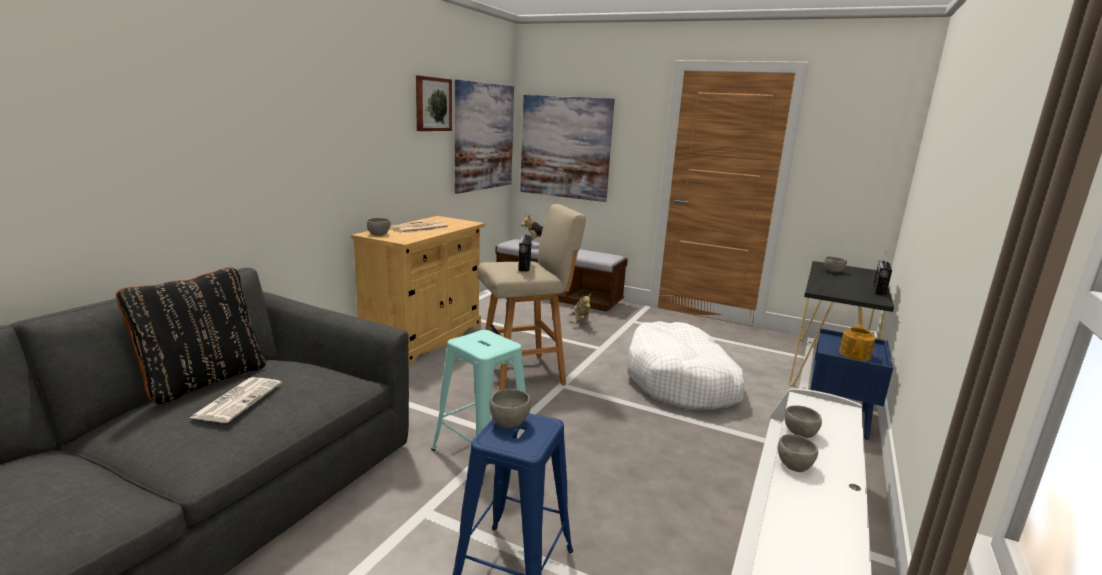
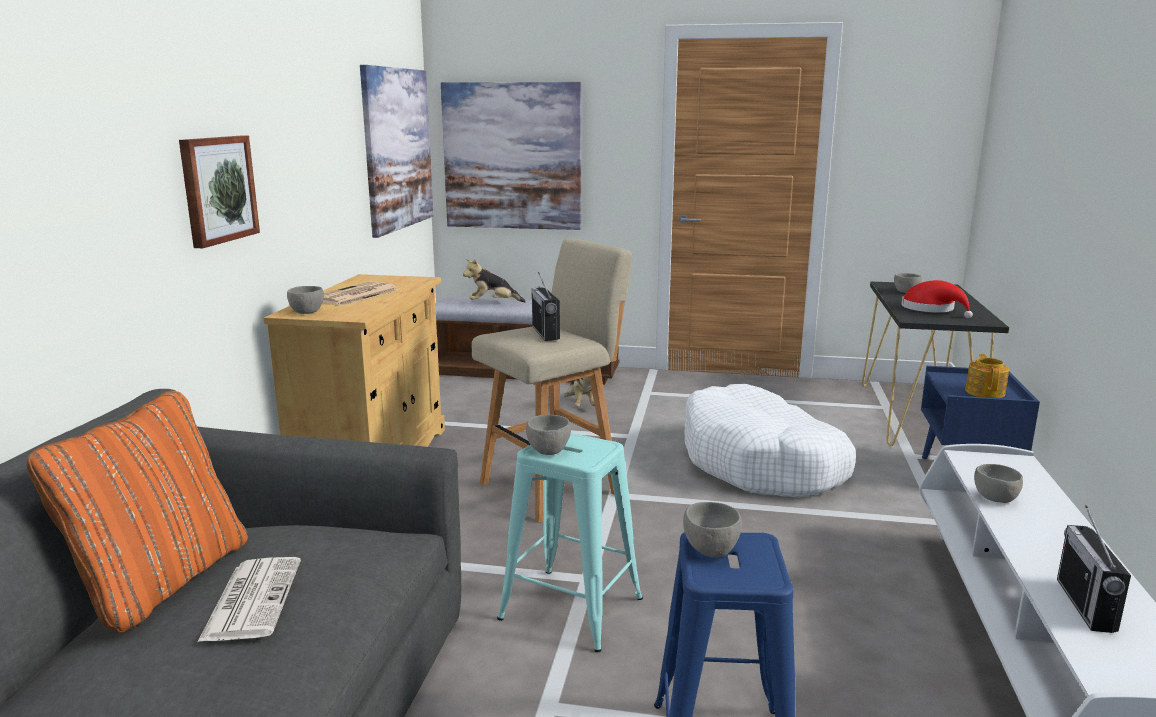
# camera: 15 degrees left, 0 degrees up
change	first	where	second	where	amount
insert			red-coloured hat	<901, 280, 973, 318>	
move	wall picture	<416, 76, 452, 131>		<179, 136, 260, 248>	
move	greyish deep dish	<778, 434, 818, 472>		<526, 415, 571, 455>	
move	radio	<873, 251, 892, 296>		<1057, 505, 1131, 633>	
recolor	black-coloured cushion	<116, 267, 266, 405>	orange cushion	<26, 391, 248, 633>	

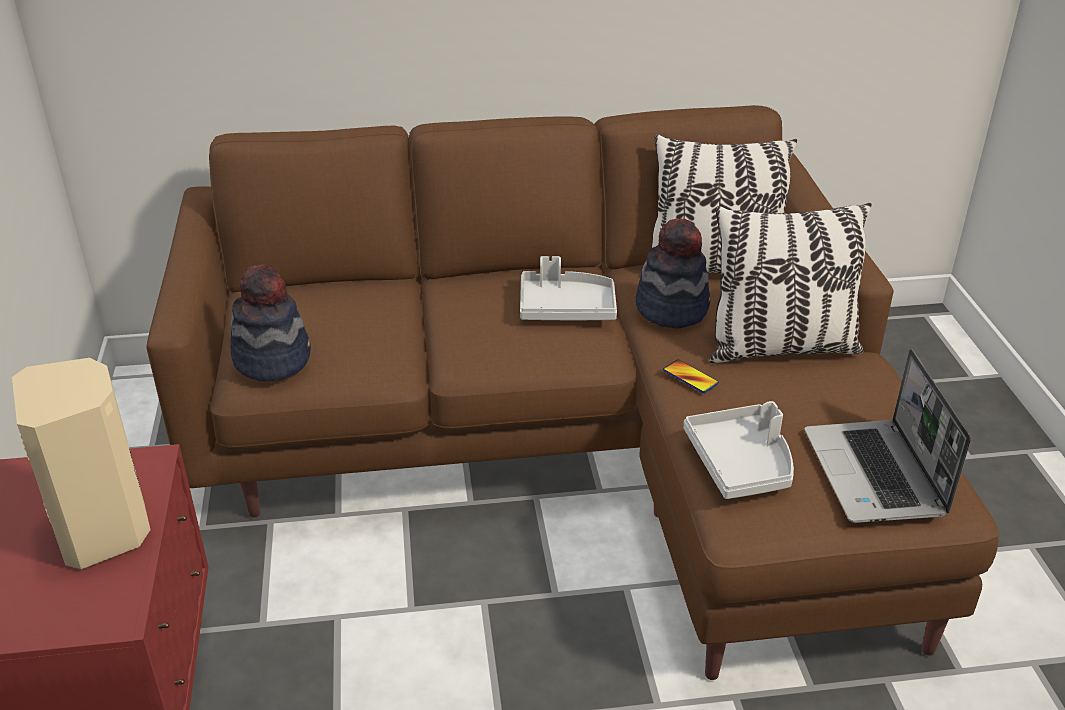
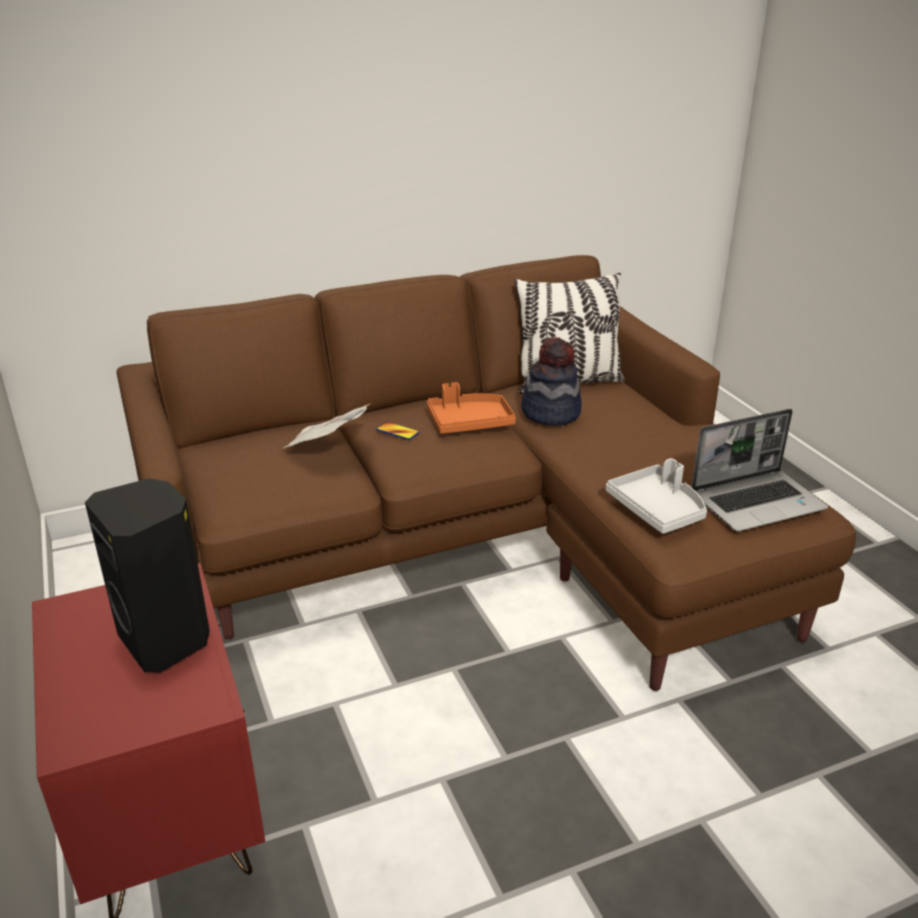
# camera: 15 degrees left, 5 degrees down
change	first	where	second	where	amount
delete	hat	<230, 265, 311, 381>			
delete	cushion	<709, 203, 871, 363>			
insert			printed paper	<283, 403, 372, 448>	
move	phone	<663, 359, 719, 393>		<376, 421, 420, 440>	
recolor	sand-coloured audio speaker	<12, 358, 151, 569>	black-coloured audio speaker	<85, 478, 210, 672>	
recolor	greyish tray	<520, 256, 617, 320>	orange tray	<427, 382, 516, 434>	
rotate	laptop	<804, 349, 971, 523>		<691, 409, 828, 532>	90 degrees counterclockwise

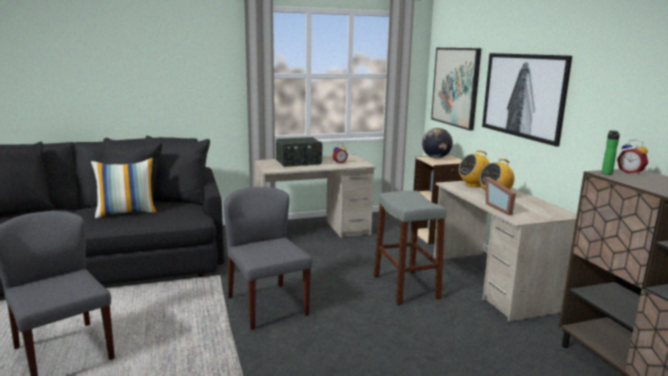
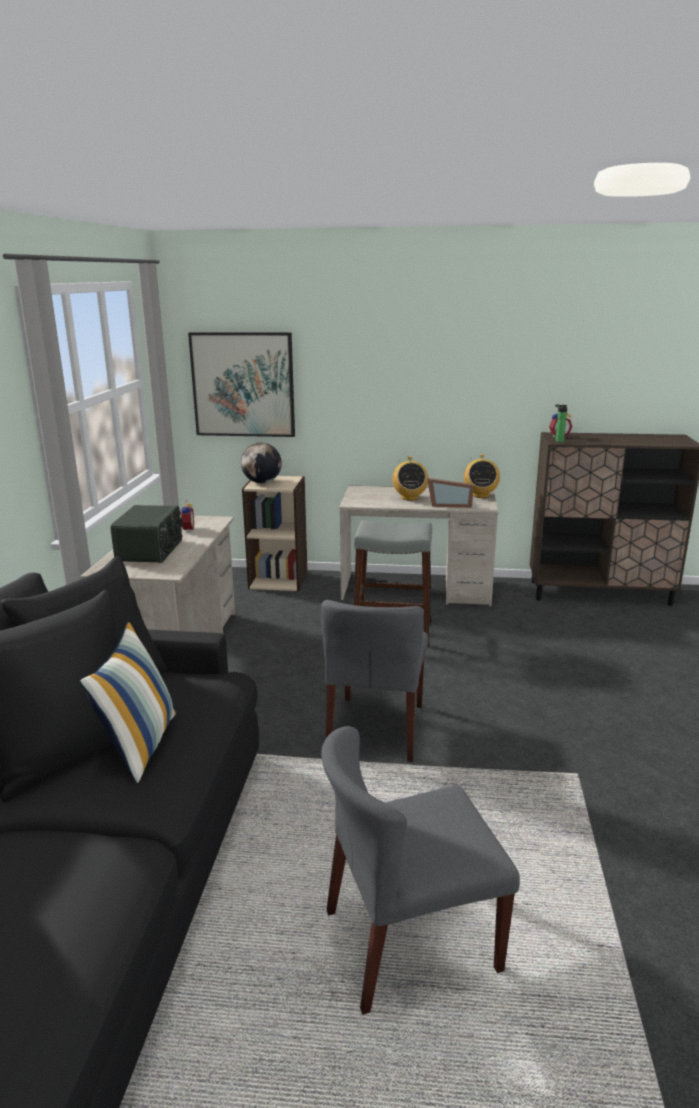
# camera: 65 degrees left, 5 degrees up
change	first	where	second	where	amount
delete	wall picture	<482, 53, 572, 147>			
move	radio	<459, 150, 490, 187>		<464, 454, 500, 498>	
rotate	greyish plain chair	<224, 187, 312, 330>		<321, 600, 428, 762>	75 degrees counterclockwise

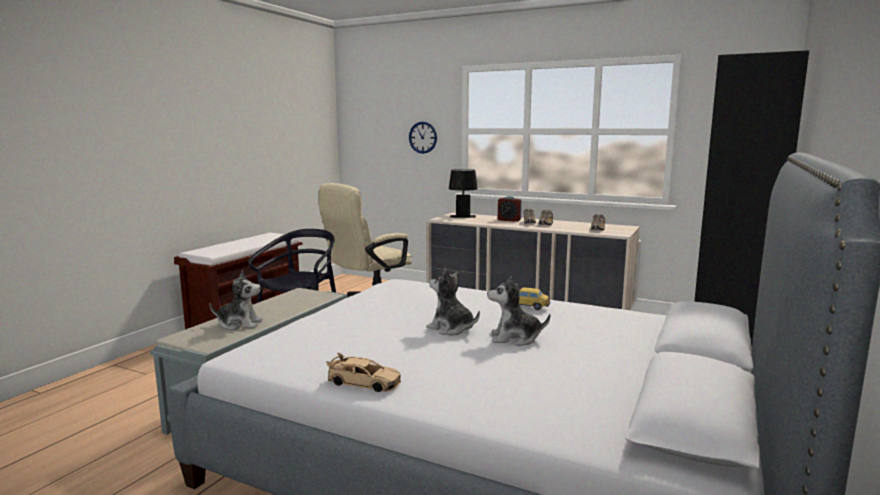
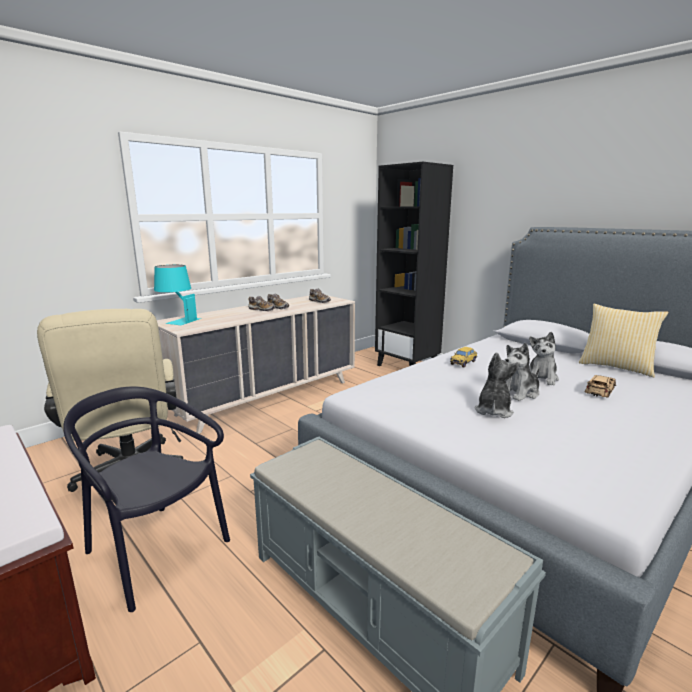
# camera: 70 degrees left, 5 degrees up
change	first	where	second	where	amount
delete	clock on the wall	<409, 121, 437, 154>			
delete	alarm clock	<498, 196, 522, 222>			
insert			cushion	<579, 304, 669, 377>	
move	plush toy	<210, 270, 263, 330>		<475, 352, 520, 418>	
move	sand-coloured miniature car	<326, 353, 401, 392>		<584, 375, 616, 398>	
recolor	black-coloured table lamp	<449, 169, 478, 218>	turquoise-coloured table lamp	<154, 265, 201, 325>	

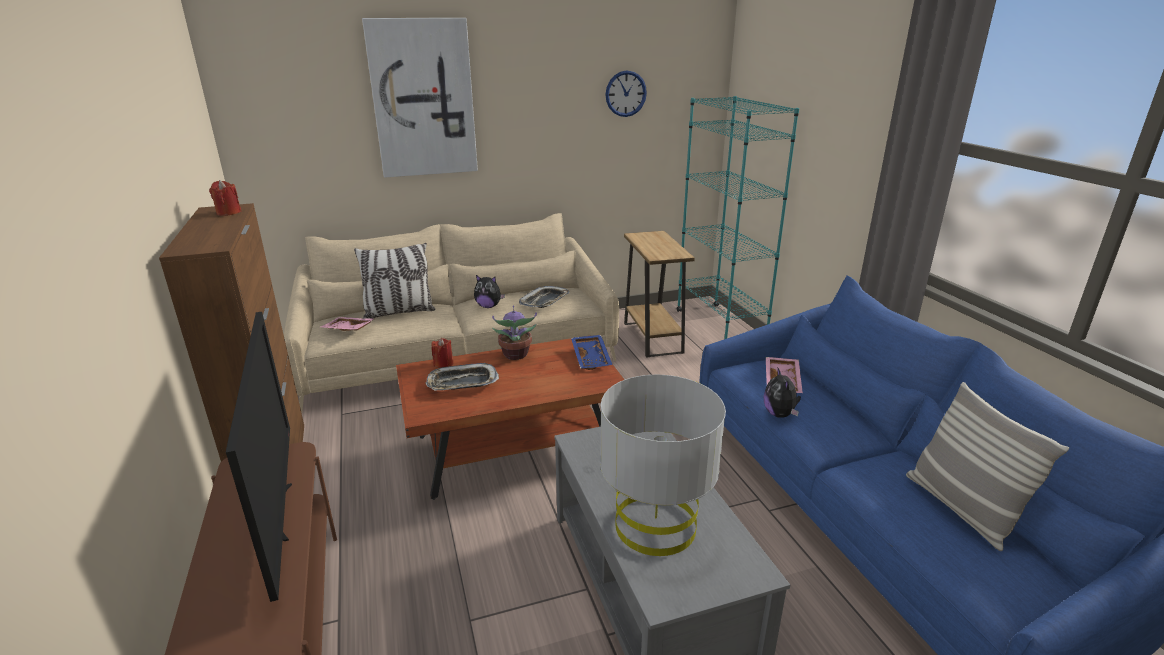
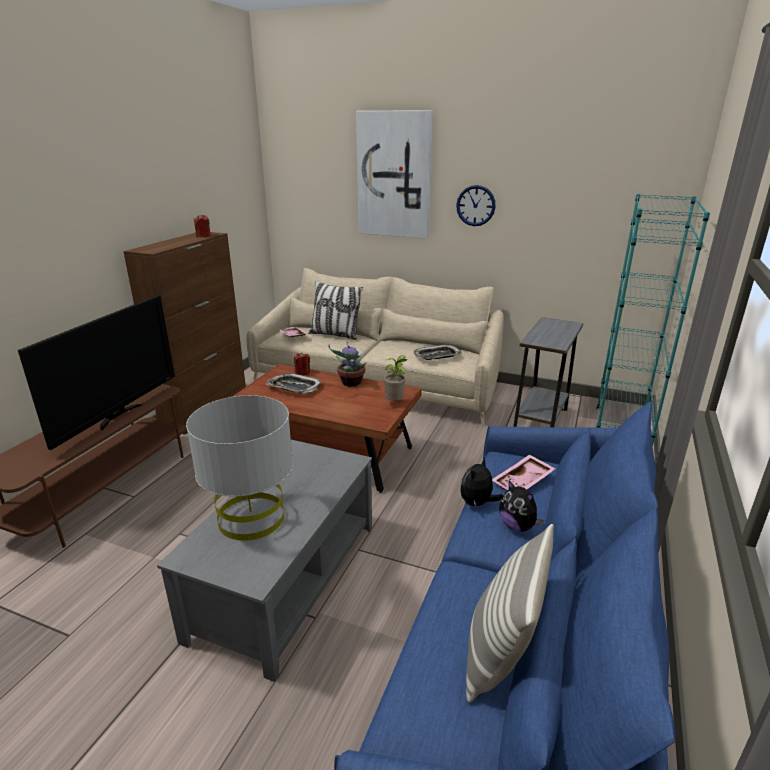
# camera: 40 degrees right, 0 degrees up
change	first	where	second	where	amount
move	plush toy	<474, 275, 505, 308>		<499, 480, 544, 532>	
move	clock on the wall	<605, 70, 647, 117>		<456, 185, 496, 226>	
replace	bluish tray	<571, 335, 612, 370>	plant in a pot	<384, 355, 408, 401>	
recolor	brown-coloured accent table	<624, 231, 695, 358>	greyish accent table	<513, 317, 583, 427>	

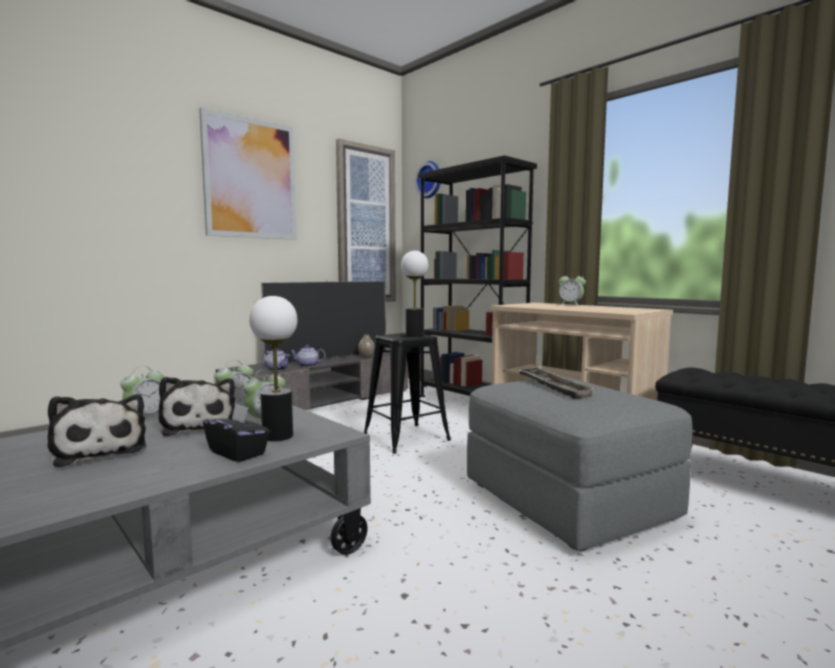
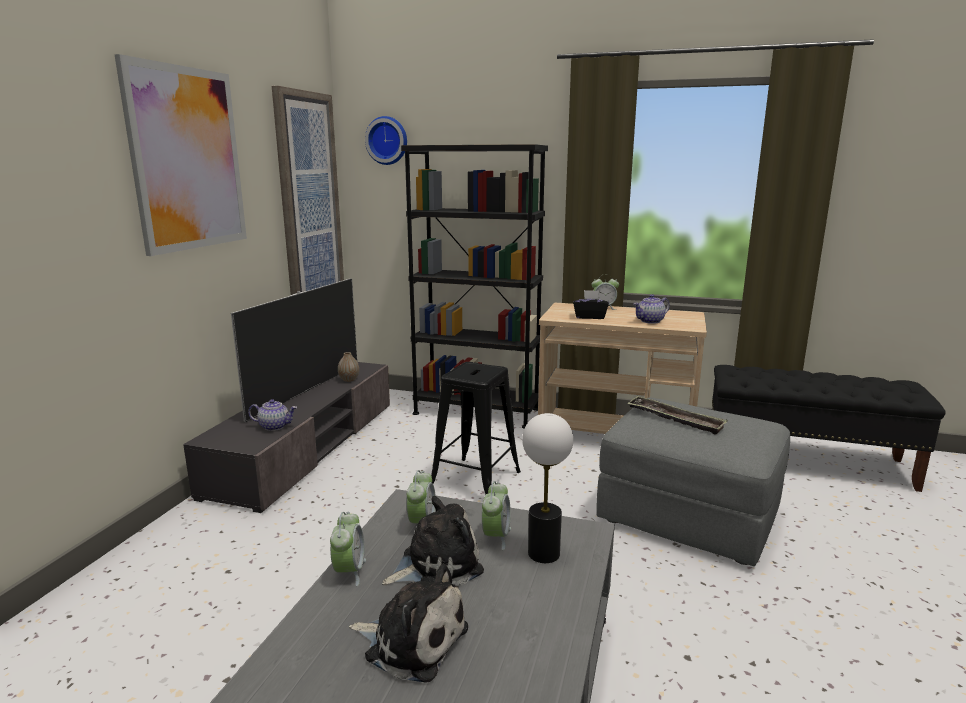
# camera: 30 degrees left, 10 degrees up
change	first	where	second	where	amount
delete	table lamp	<401, 251, 428, 337>			
move	black-coloured tissue box	<203, 403, 271, 462>		<573, 290, 609, 319>	
move	pot for tea	<290, 345, 326, 367>		<633, 294, 670, 324>	
rotate	plush toy	<158, 377, 235, 437>		<382, 496, 484, 585>	60 degrees counterclockwise

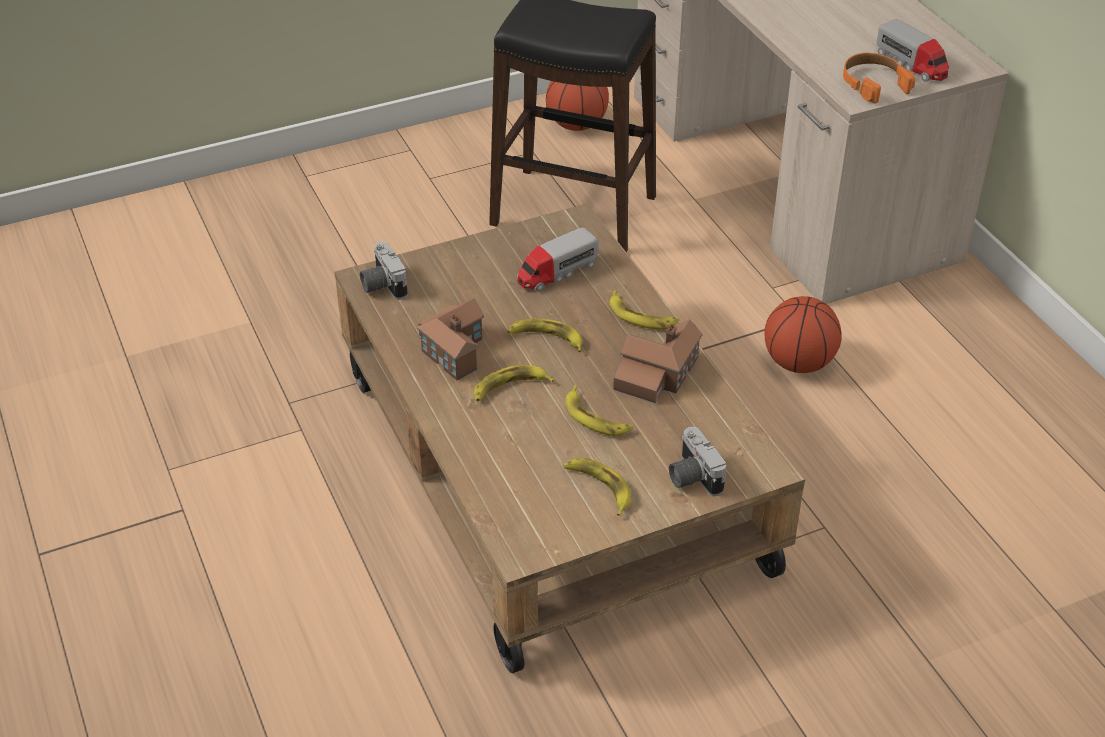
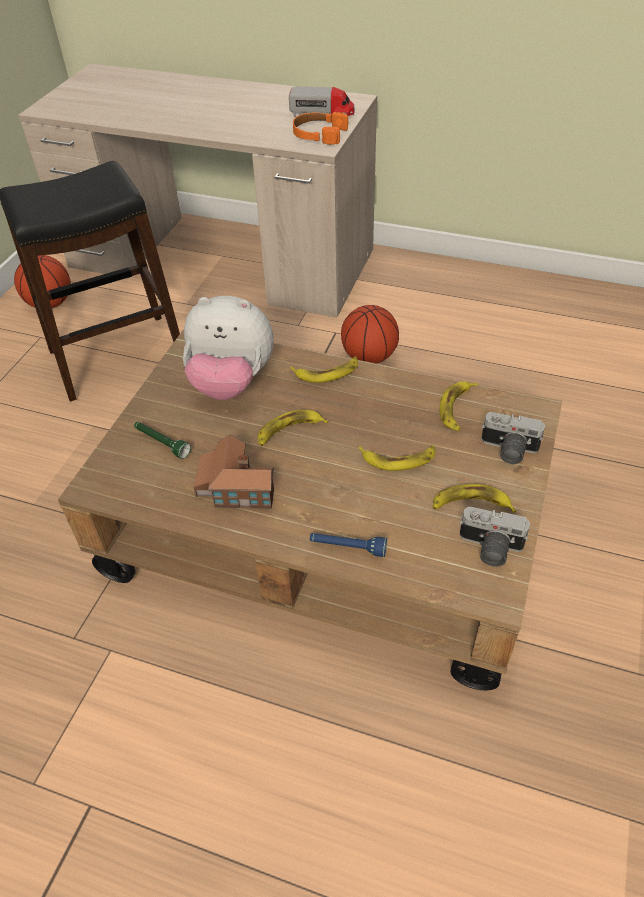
# camera: 45 degrees left, 5 degrees up
change	first	where	second	where	amount
delete	miniature house	<613, 319, 703, 403>			
insert			green-coloured hand torch	<134, 422, 191, 459>	
insert			bluish hand torch	<310, 533, 387, 557>	
move	photo camera	<360, 242, 408, 300>		<459, 507, 530, 567>	
move	banana fruit	<474, 365, 554, 401>		<439, 381, 478, 431>	
replace	toy lorry	<517, 228, 599, 292>	plush toy	<183, 296, 274, 400>	

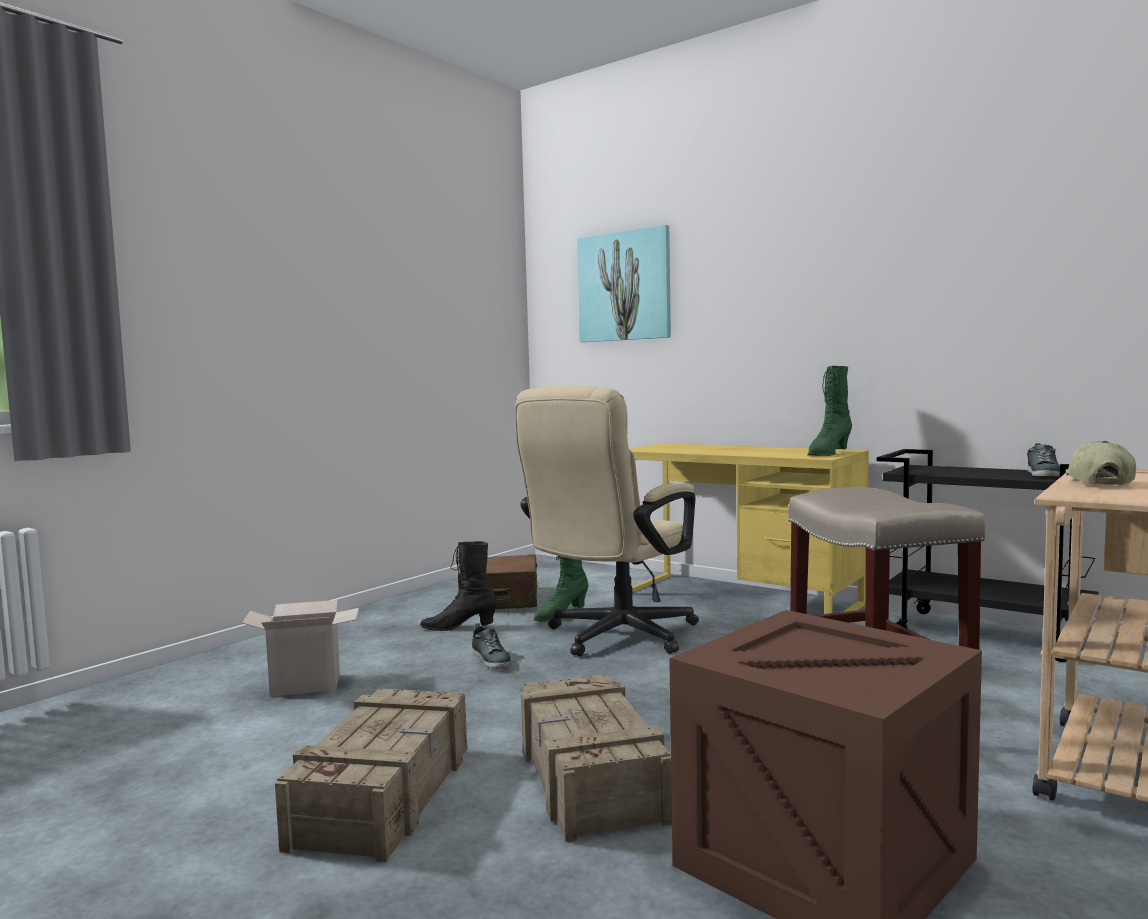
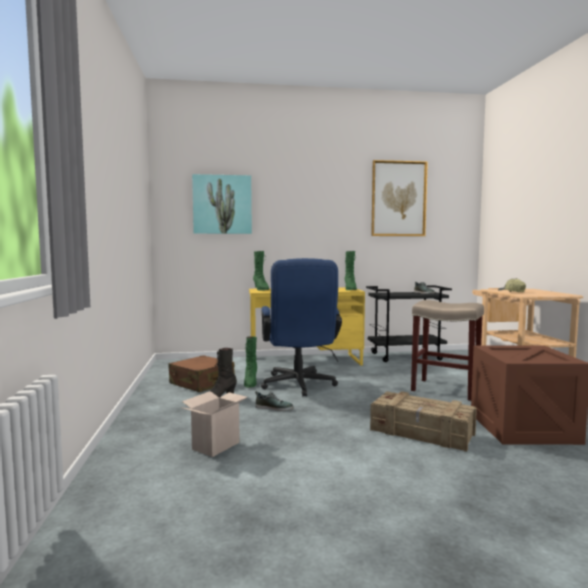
# camera: 45 degrees left, 0 degrees up
change	first	where	second	where	amount
delete	packing crate	<275, 689, 467, 863>			
insert			green-coloured high-top boot	<253, 251, 269, 291>	
insert			wall picture	<371, 160, 428, 236>	
recolor	sand-coloured office chair	<515, 385, 699, 656>	bluish office chair	<261, 258, 342, 397>	

